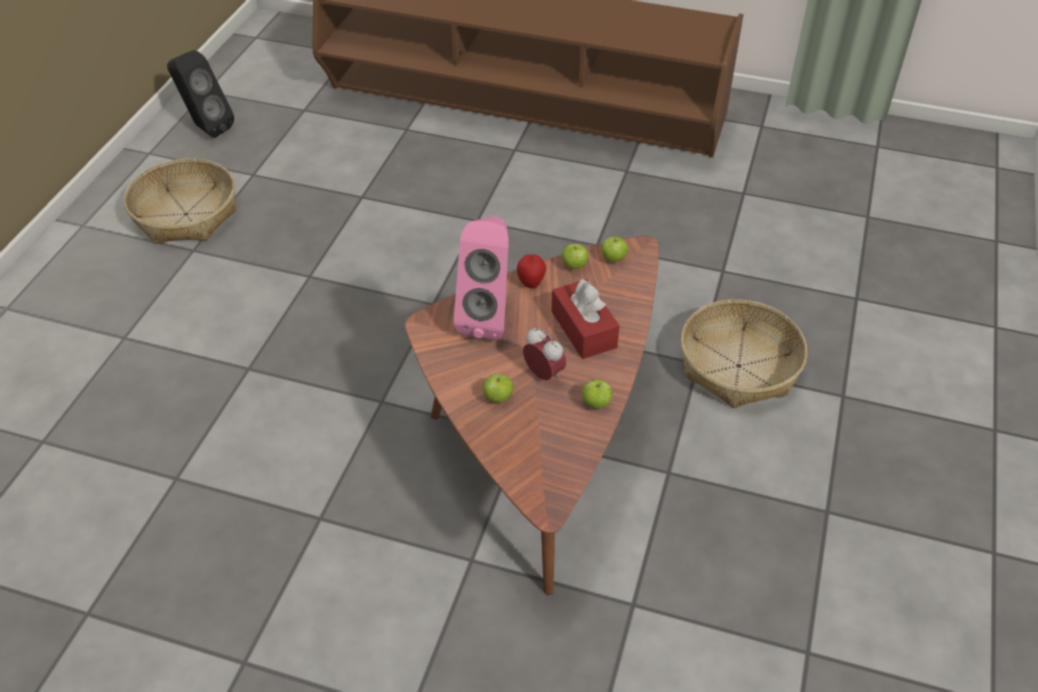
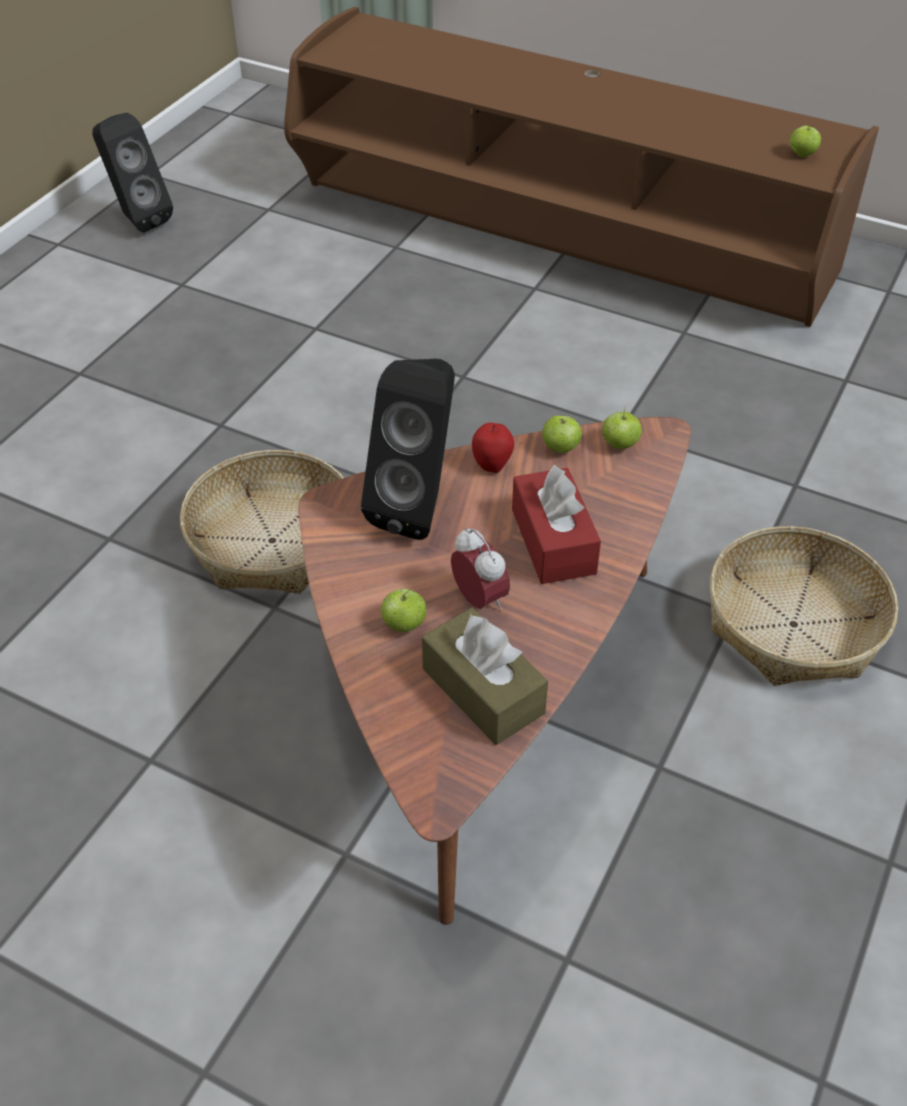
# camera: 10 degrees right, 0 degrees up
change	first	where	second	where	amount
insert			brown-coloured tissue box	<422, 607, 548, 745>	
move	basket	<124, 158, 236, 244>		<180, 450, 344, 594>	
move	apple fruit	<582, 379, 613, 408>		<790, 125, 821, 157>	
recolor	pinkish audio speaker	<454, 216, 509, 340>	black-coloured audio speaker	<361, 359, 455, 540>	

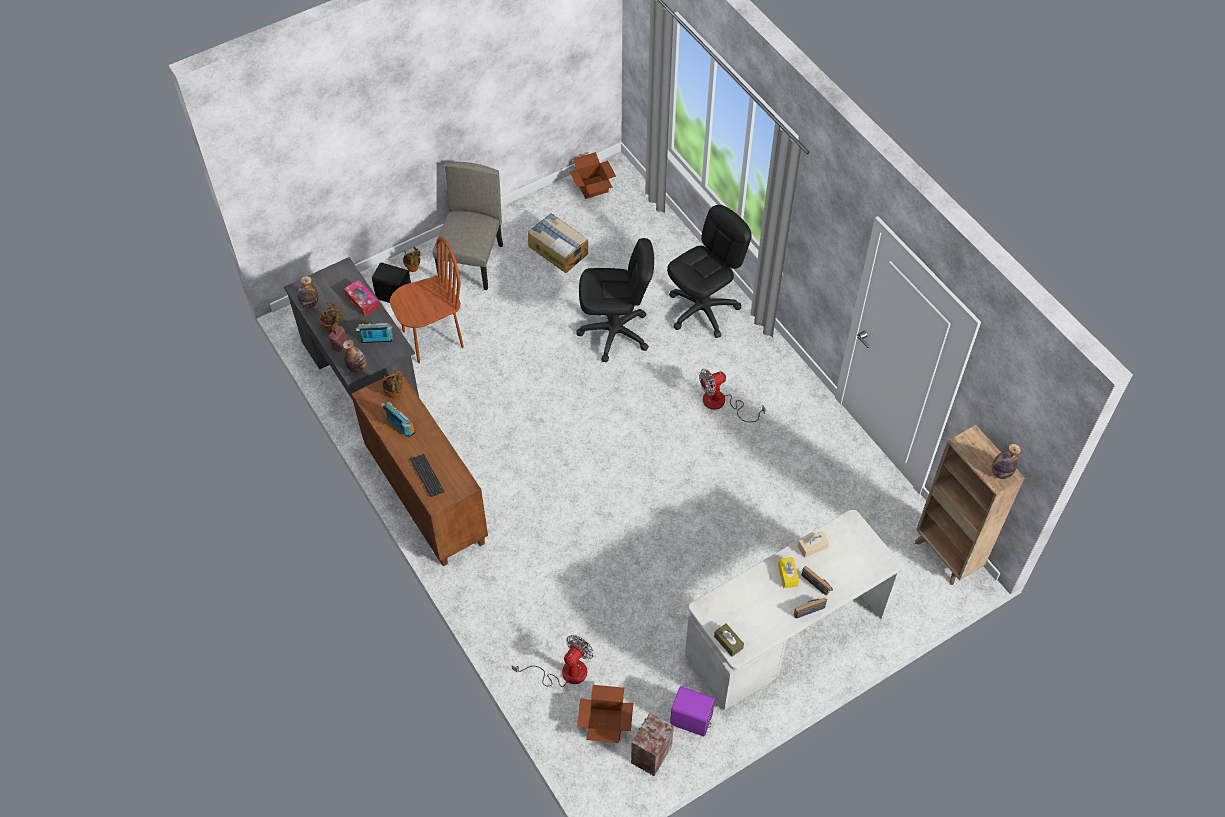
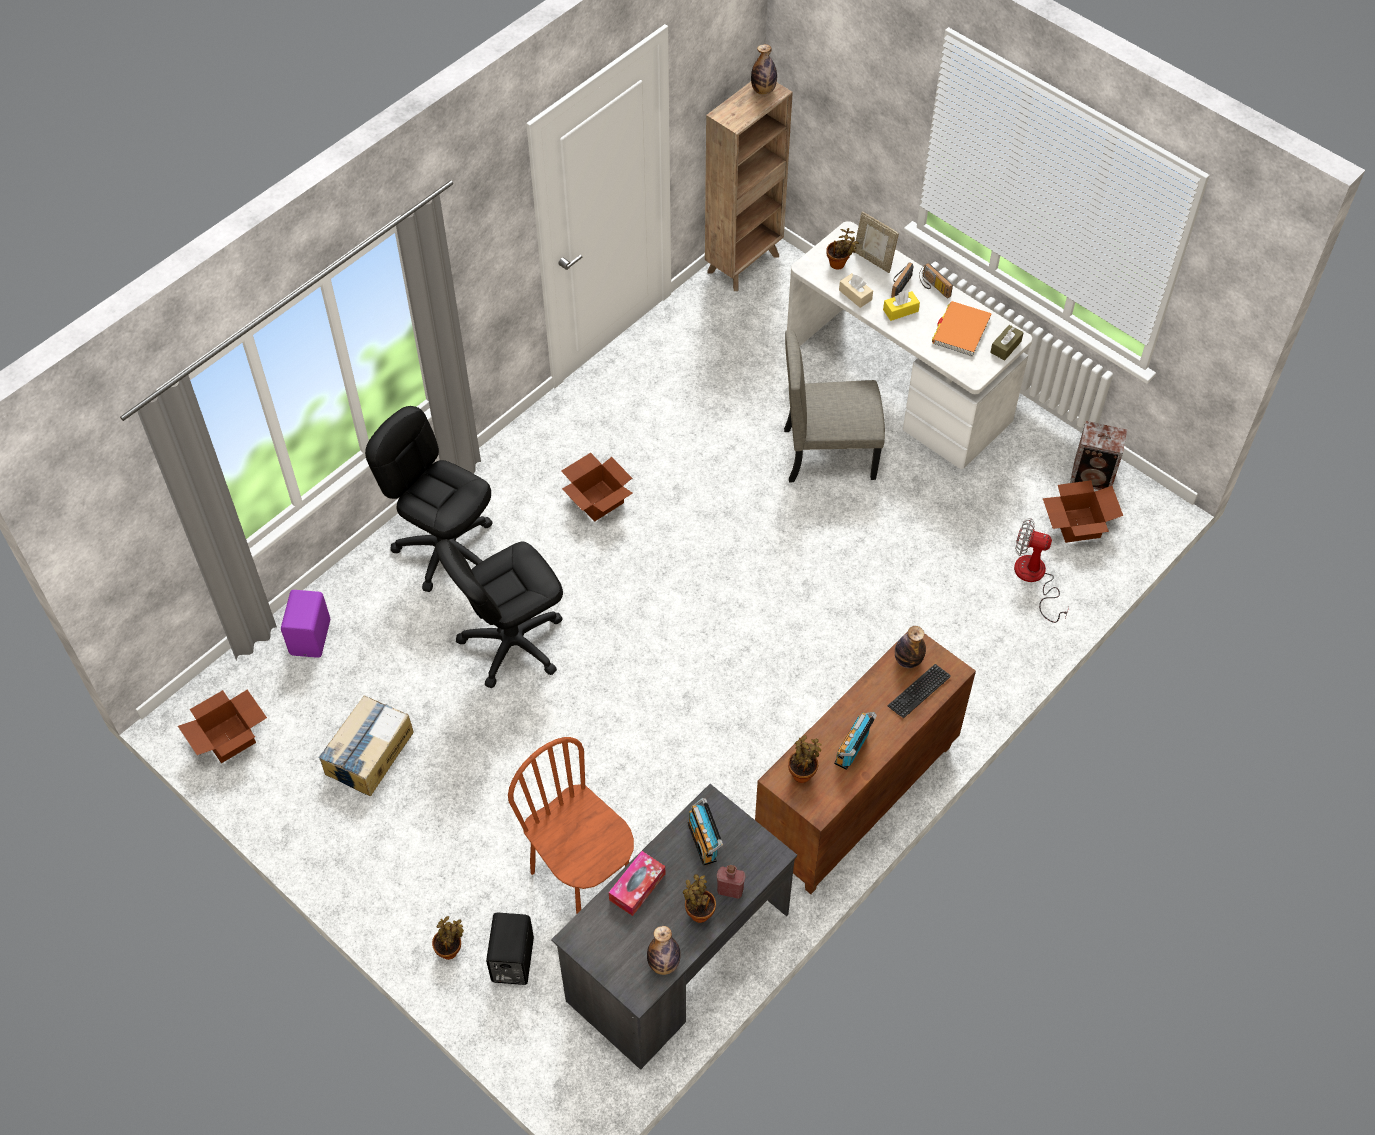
# camera: 105 degrees left, 0 degrees up
change	first	where	second	where	amount
insert			plant in a pot	<826, 228, 859, 269>	
insert			photo frame	<854, 211, 899, 273>	
insert			orange volume	<932, 301, 992, 357>	
move	bottle	<343, 340, 366, 373>		<895, 626, 926, 668>	
move	sand-coloured plain chair	<433, 162, 503, 290>		<784, 330, 885, 482>	
move	purple-coloured audio speaker	<670, 686, 715, 737>		<281, 590, 330, 658>	
replace	electric fan	<699, 369, 766, 422>	carton	<561, 453, 633, 521>	
rotate	black-coloured office chair	<576, 238, 654, 362>		<435, 539, 563, 688>	105 degrees counterclockwise

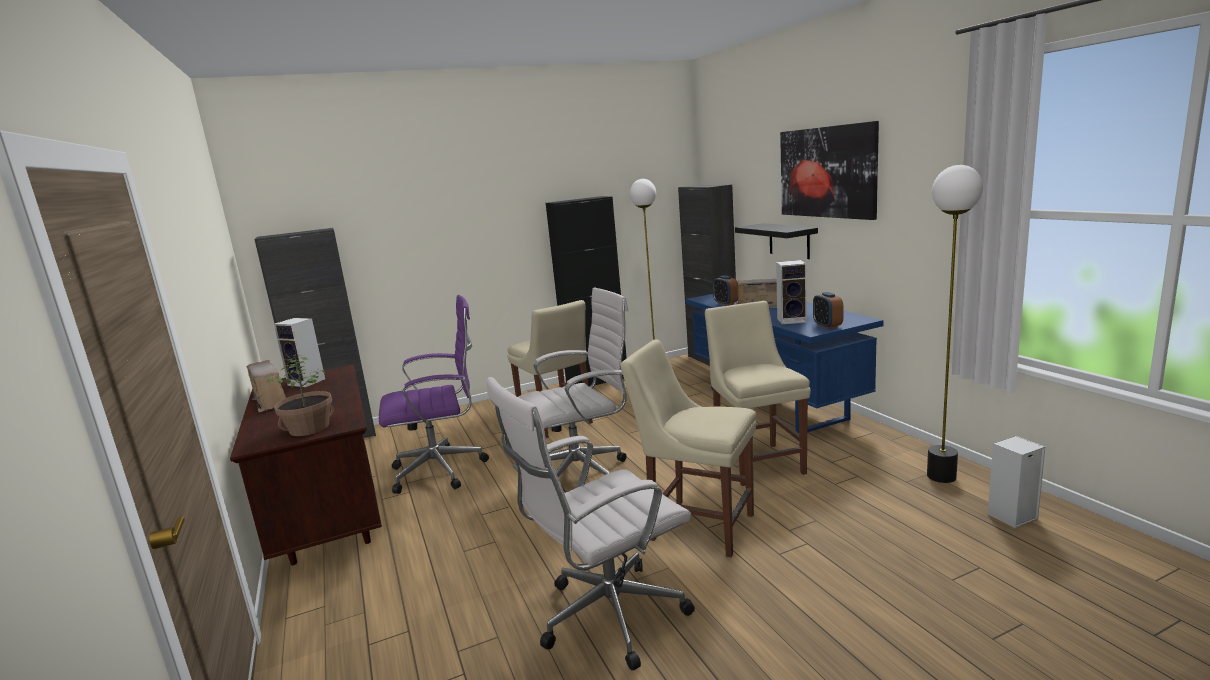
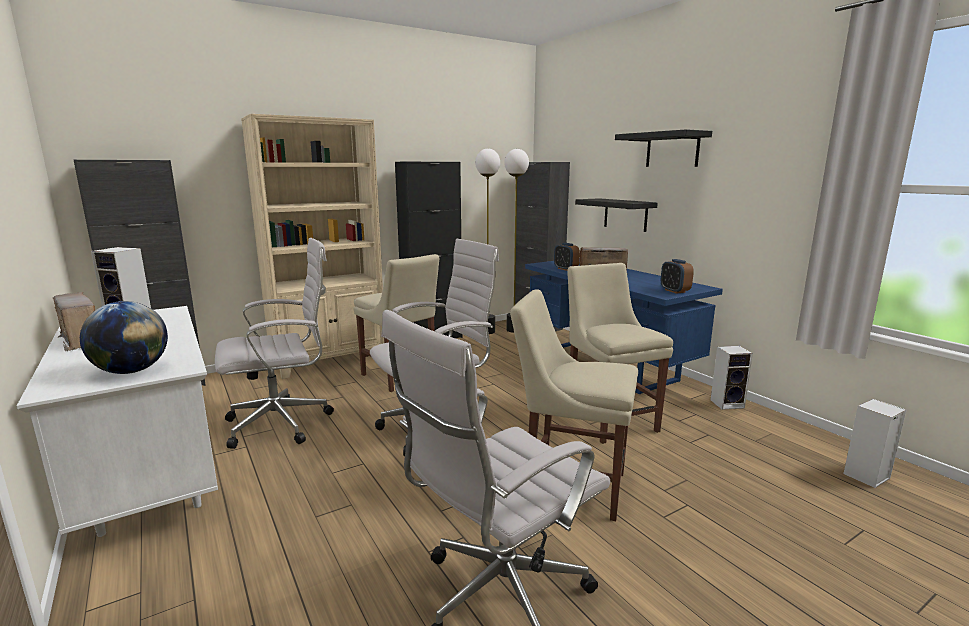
# camera: 10 degrees left, 0 degrees up
change	first	where	second	where	amount
insert			sand-coloured shelving unit	<241, 114, 384, 379>	
move	audio speaker	<776, 260, 807, 324>		<711, 346, 753, 410>	
move	standing lamp	<927, 165, 983, 483>		<504, 149, 529, 333>	
replace	plant in a pot	<267, 355, 334, 436>	world globe	<80, 301, 168, 374>	
replace	wall picture	<780, 121, 879, 220>	black-coloured bracket shelf	<615, 129, 712, 167>	
recolor	brown-coloured desk unit	<230, 365, 382, 565>	white-coloured desk unit	<17, 306, 218, 537>	
recolor	purple-coloured office chair	<379, 295, 489, 494>	white-coloured office chair	<215, 238, 334, 449>	

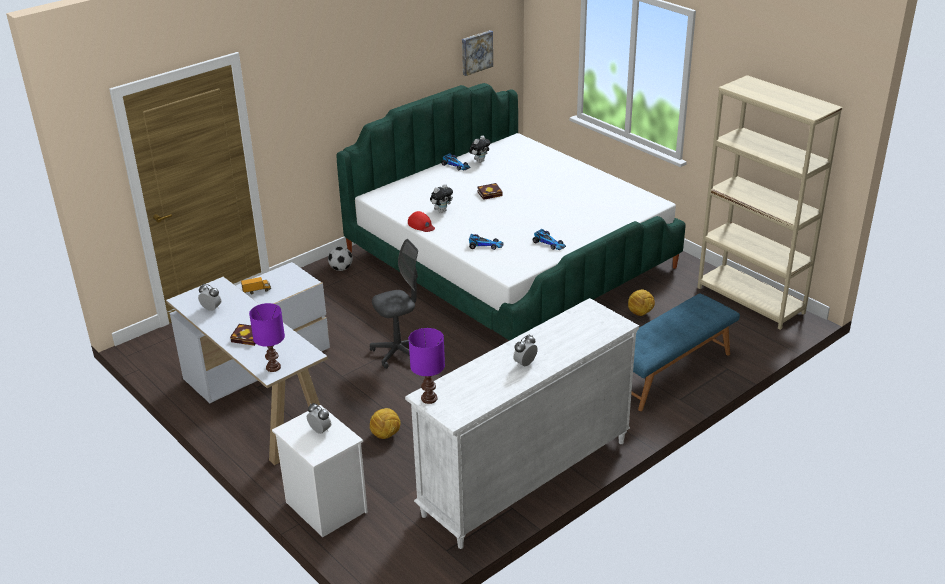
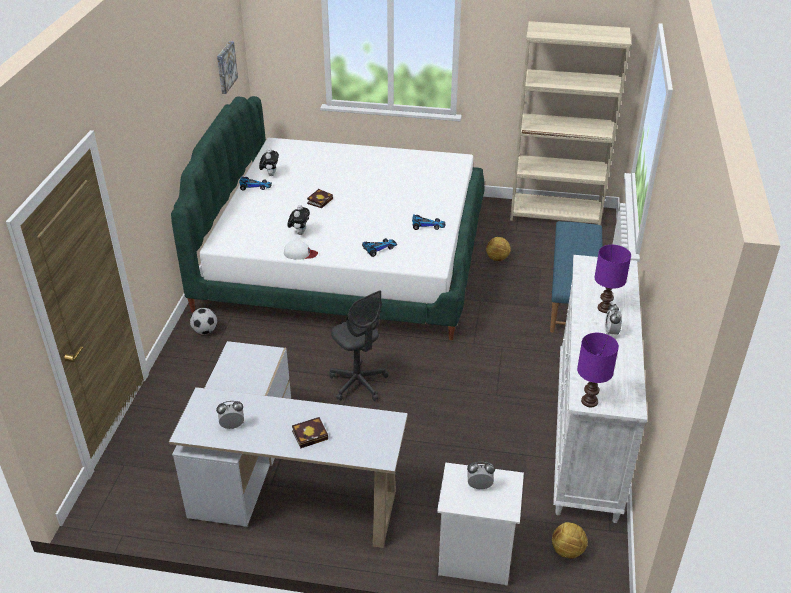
# camera: 40 degrees left, 5 degrees up
change	first	where	second	where	amount
delete	toy lorry	<241, 277, 271, 294>			
move	purple-coloured table lamp	<249, 303, 285, 372>		<594, 245, 631, 313>	
move	ball for football	<370, 408, 401, 439>		<552, 522, 588, 559>	
recolor	red-coloured peaked cap	<408, 211, 435, 232>	white-coloured peaked cap	<284, 240, 318, 260>	
rotate	greyish office chair	<370, 239, 418, 369>		<329, 290, 388, 401>	120 degrees clockwise

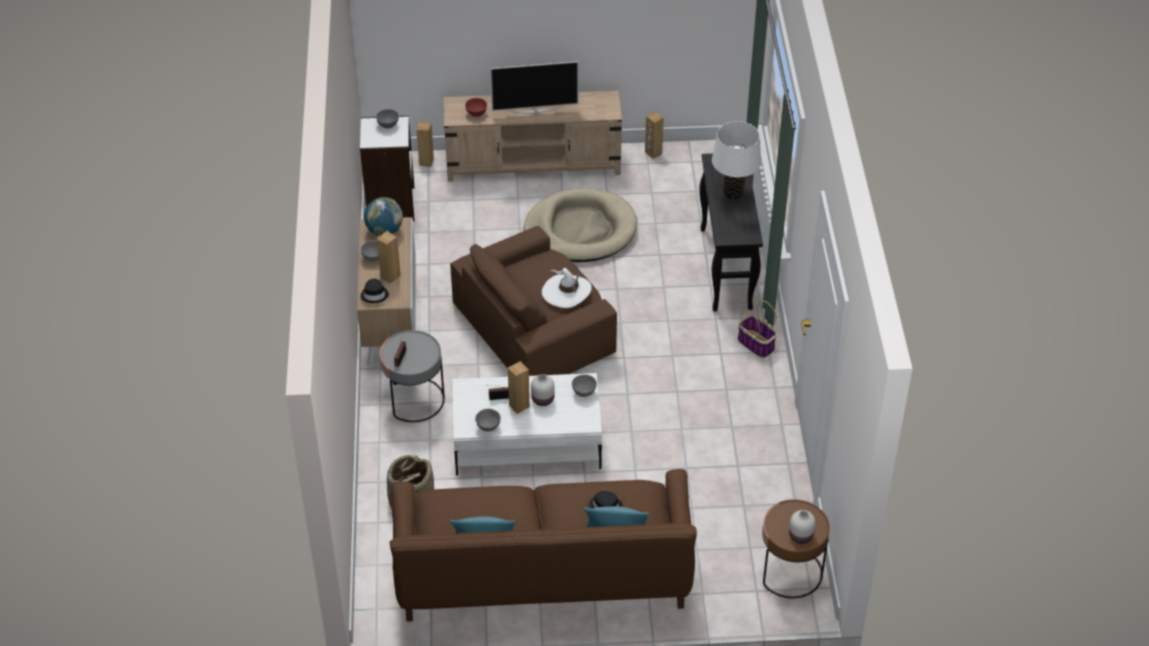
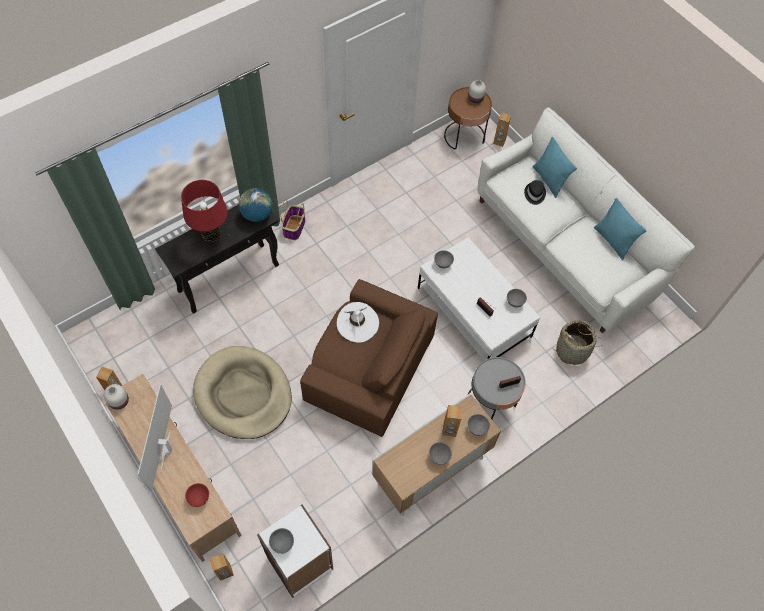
# camera: 125 degrees left, 15 degrees up
change	first	where	second	where	amount
move	world globe	<364, 197, 403, 236>		<239, 188, 273, 222>	
move	brown-coloured audio speaker	<508, 361, 530, 414>		<493, 112, 511, 147>	
move	white-coloured decorative vase	<531, 374, 555, 406>		<104, 384, 129, 410>	
replace	black-coloured hat	<360, 279, 389, 303>	greyish deep dish	<467, 414, 490, 436>	
recolor	brown-coloured settee	<390, 469, 697, 622>	white-coloured settee	<477, 108, 695, 333>	
recolor	white-coloured table lamp	<712, 121, 761, 200>	red-coloured table lamp	<181, 180, 228, 242>	
rotate	TV	<490, 61, 578, 113>		<138, 384, 172, 492>	135 degrees counterclockwise

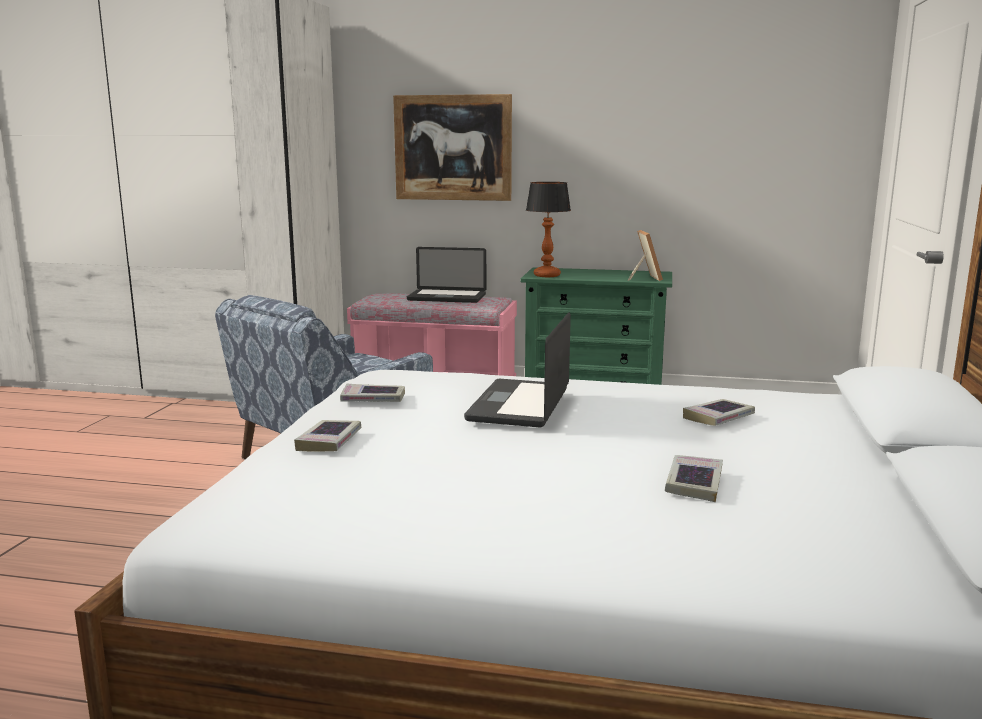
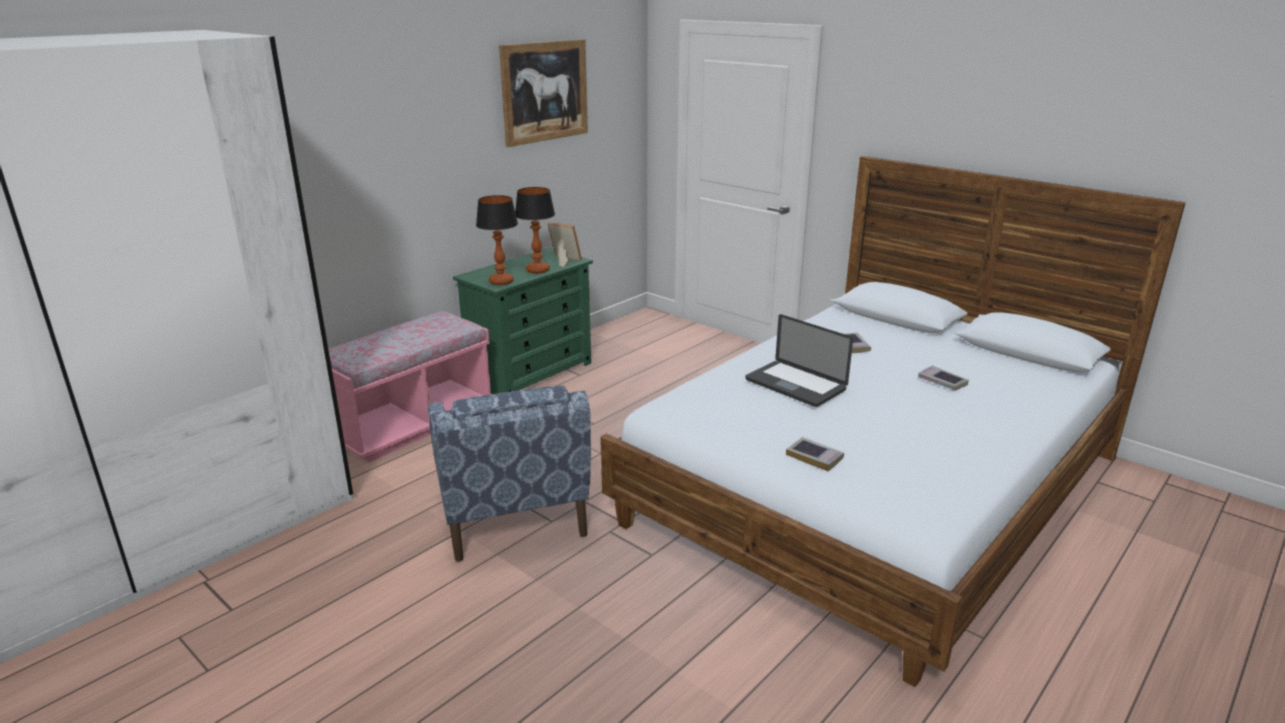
# camera: 60 degrees left, 10 degrees up
change	first	where	second	where	amount
delete	volume	<340, 384, 405, 402>			
delete	laptop	<407, 247, 486, 303>			
insert			table lamp	<515, 187, 555, 274>	
move	wall picture	<393, 94, 512, 201>		<499, 39, 588, 147>	

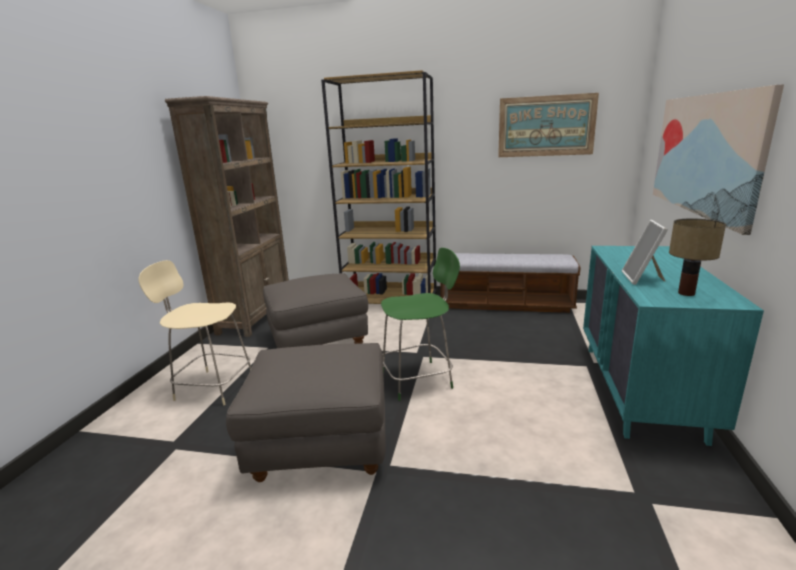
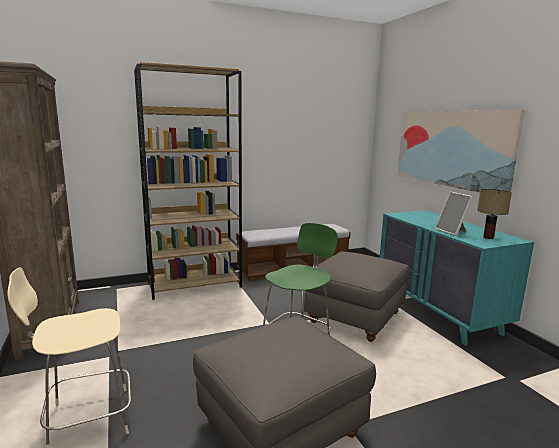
# camera: 35 degrees left, 5 degrees down
change	first	where	second	where	amount
delete	wall picture	<498, 93, 599, 157>			
move	greyish pouffe	<263, 273, 368, 348>		<304, 251, 409, 342>	

